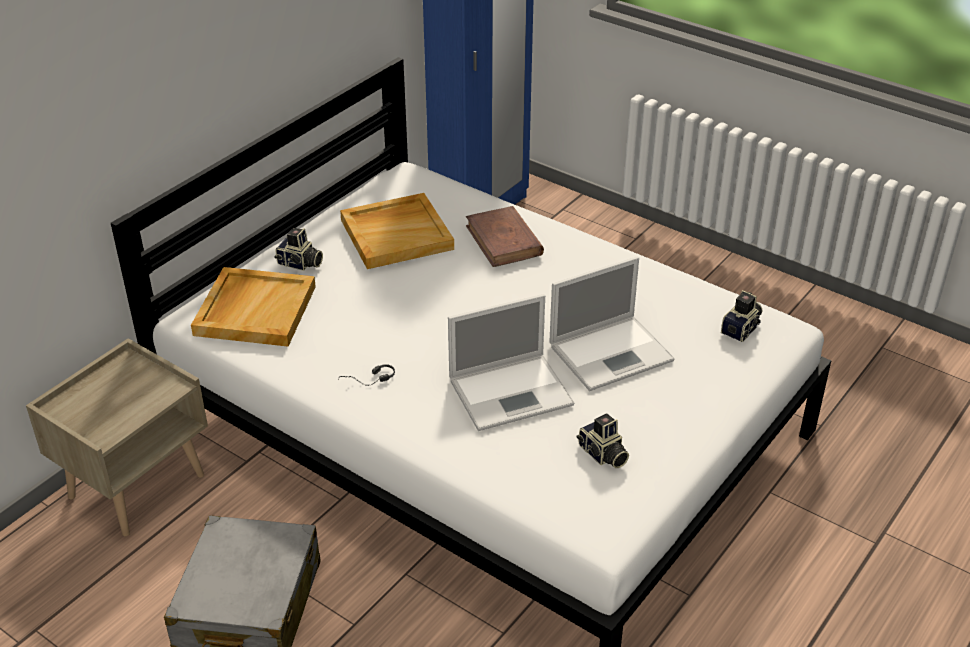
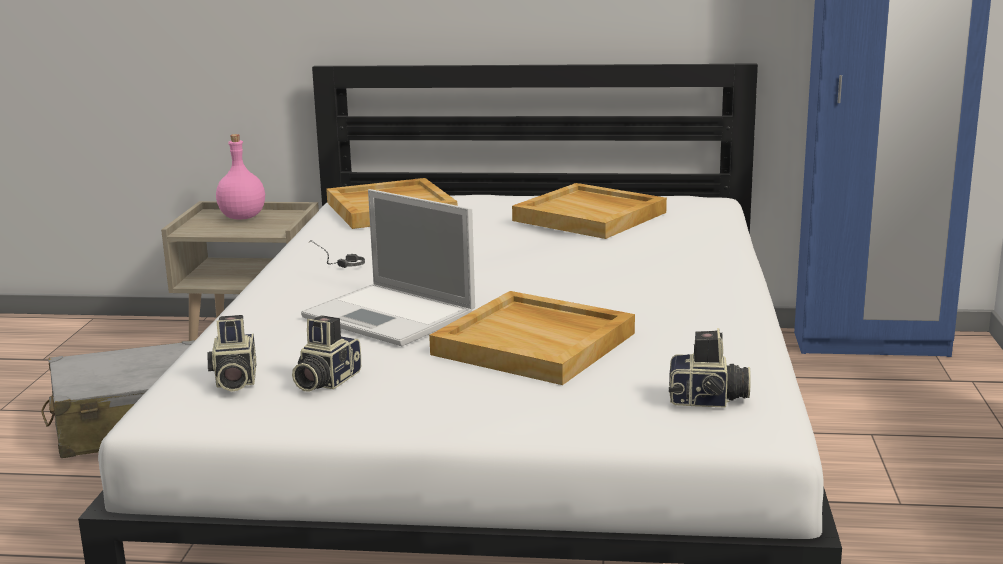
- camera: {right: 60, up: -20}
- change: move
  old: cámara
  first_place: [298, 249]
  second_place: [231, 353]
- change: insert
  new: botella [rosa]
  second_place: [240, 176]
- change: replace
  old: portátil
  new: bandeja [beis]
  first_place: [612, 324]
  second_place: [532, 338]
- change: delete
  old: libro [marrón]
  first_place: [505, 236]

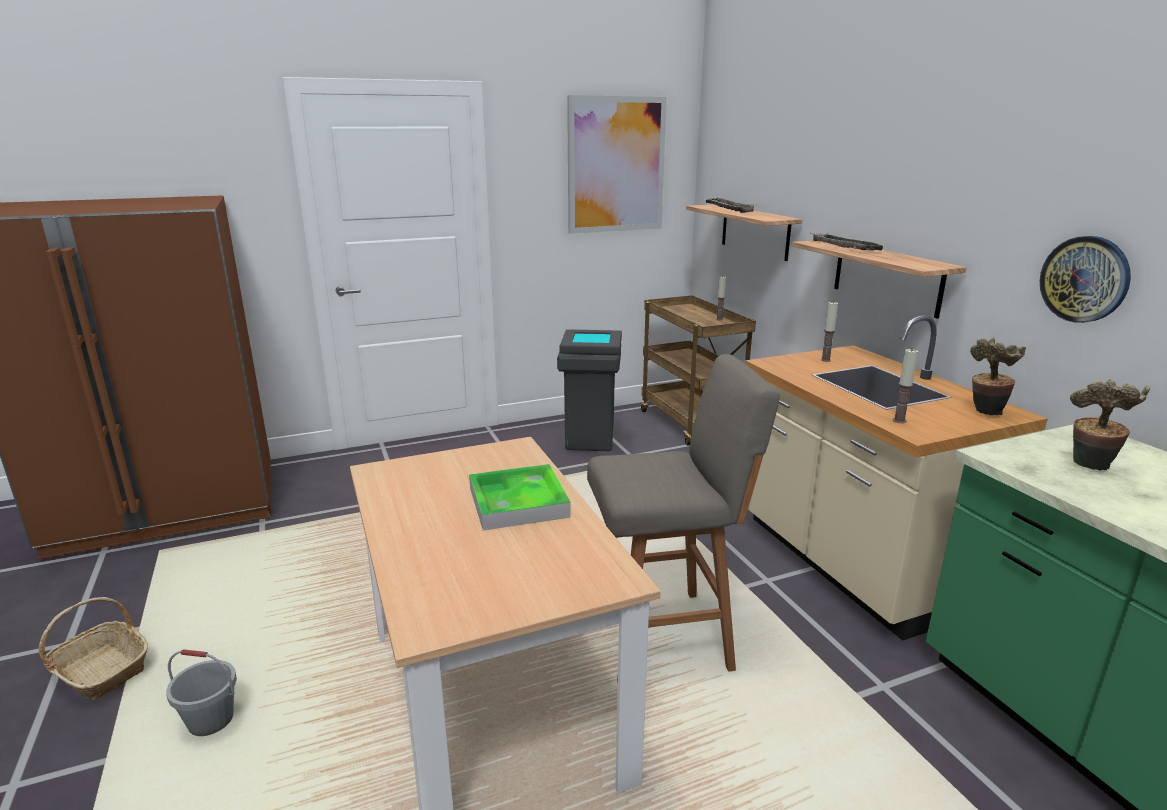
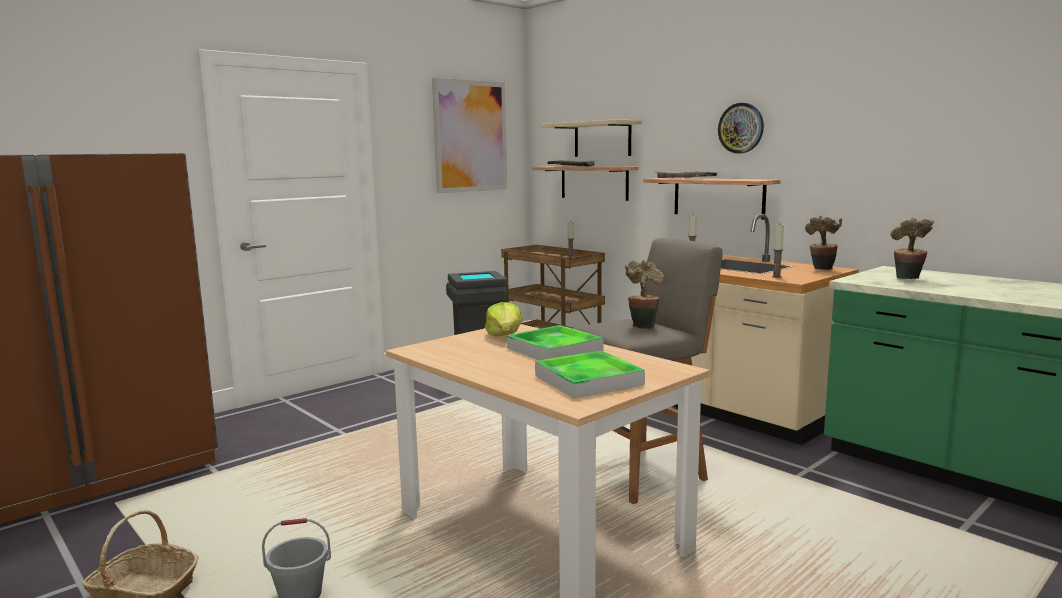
- camera: {right: -20, up: -10}
- change: insert
  new: lechuga
  second_place: [504, 319]
- change: insert
  new: bandeja
  second_place: [590, 375]
- change: insert
  new: estante [beis]
  second_place: [591, 138]
- change: insert
  new: planta en maceta
  second_place: [644, 294]
- change: move
  old: reloj de pared
  first_place: [1085, 279]
  second_place: [741, 128]

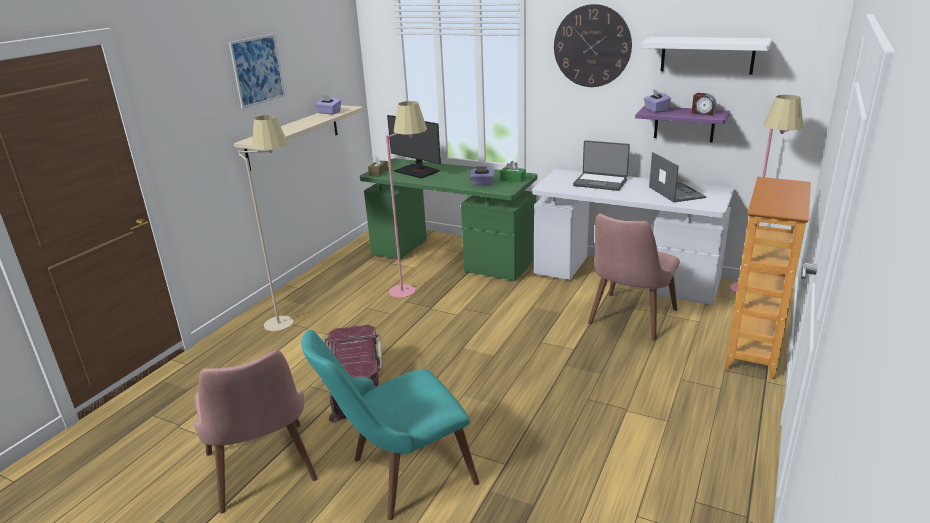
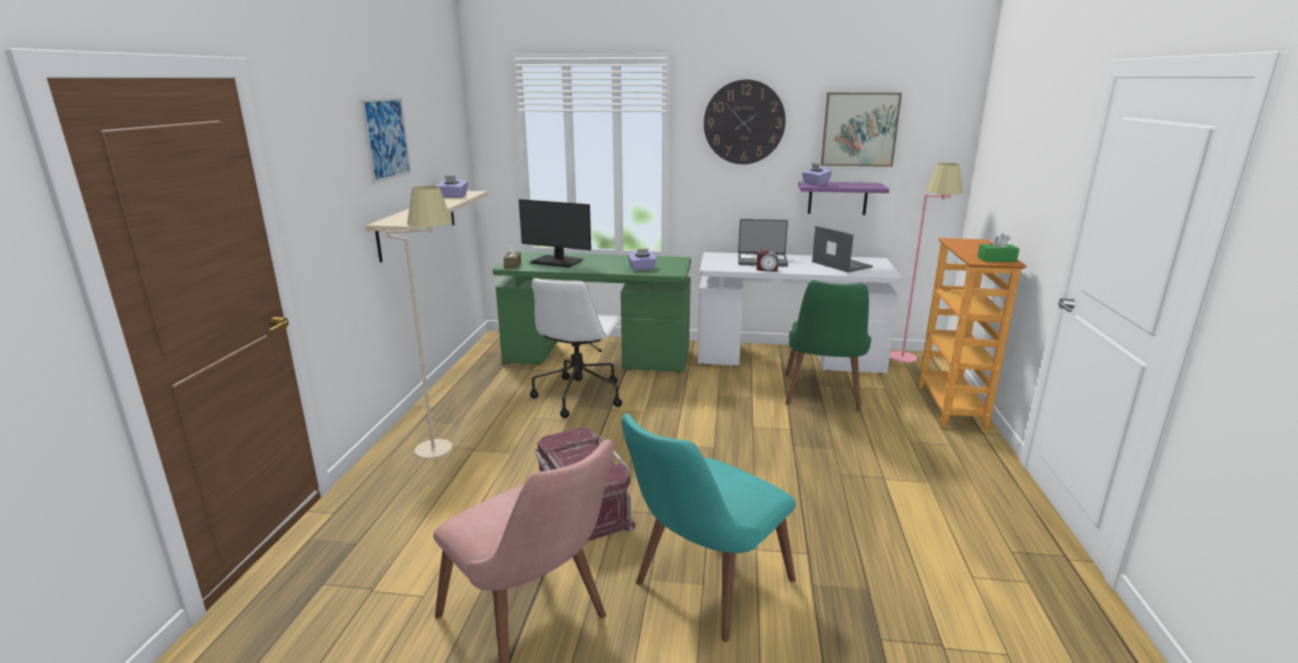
- camera: {right: -20, up: -5}
- change: replace
  old: lámpara de pie [rosa]
  new: silla de oficina [blanco]
  first_place: [406, 199]
  second_place: [576, 348]
- change: move
  old: despertador
  first_place: [704, 104]
  second_place: [767, 261]
- change: recolor
  old: silla [rosa]
  new: silla [verde]
  first_place: [634, 277]
  second_place: [828, 346]
- change: replace
  old: estante [blanco]
  new: cuadro
  first_place: [706, 56]
  second_place: [861, 129]
- change: move
  old: caja de pañuelos [verde]
  first_place: [513, 171]
  second_place: [998, 247]

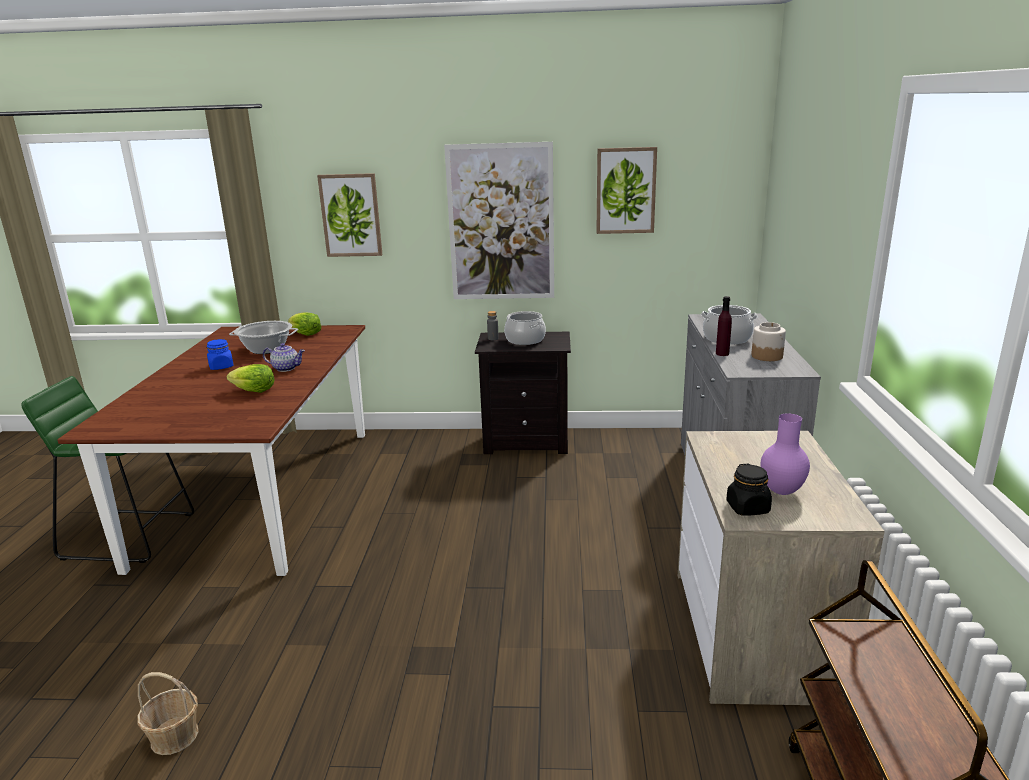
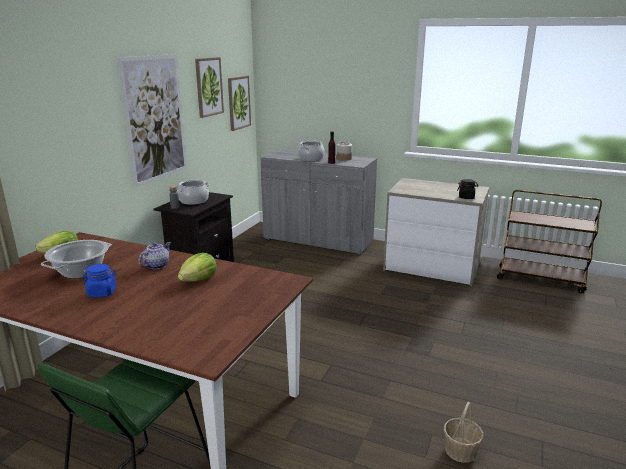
- camera: {right: -70, up: 0}
- change: move
  old: cuadro
  first_place: [349, 215]
  second_place: [239, 103]
- change: delete
  old: florero [morado]
  first_place: [785, 454]

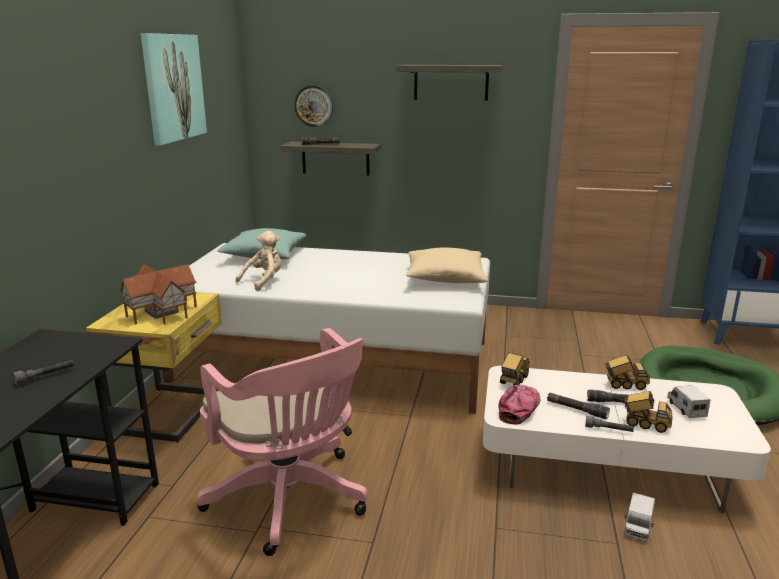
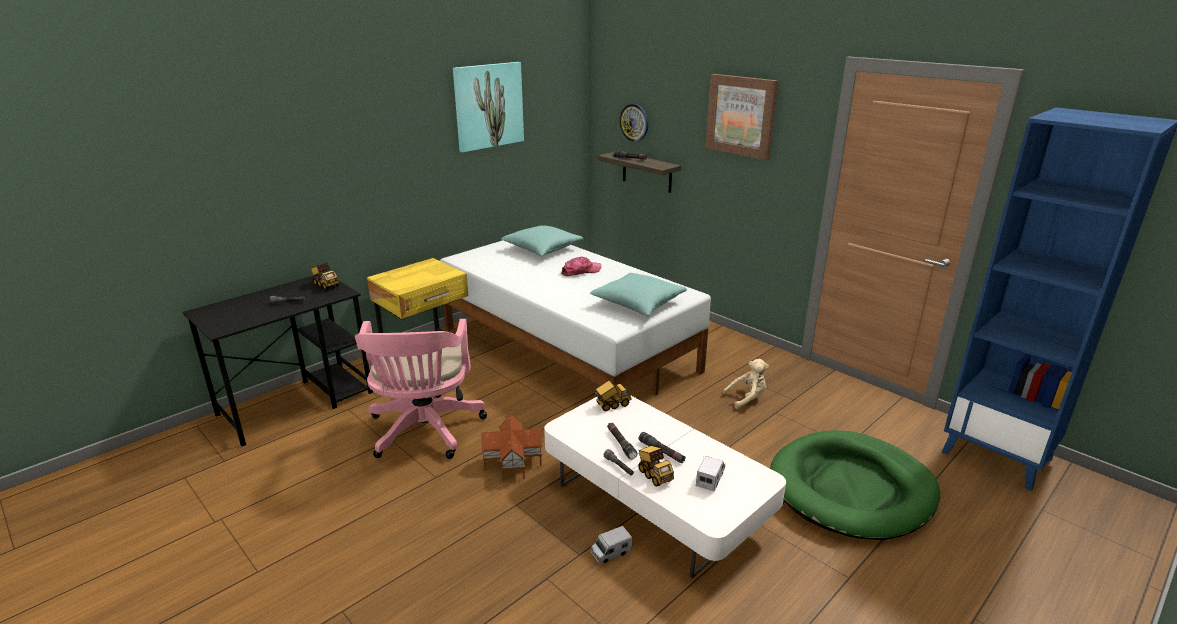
- camera: {right: 35, up: 5}
- change: move
  old: camión de juguete
  first_place: [627, 372]
  second_place: [325, 276]
- change: move
  old: casita
  first_place: [158, 294]
  second_place: [512, 447]
- change: move
  old: gorra
  first_place: [519, 404]
  second_place: [581, 266]
- change: recolor
  old: cojín [beis]
  new: cojín [turquesa]
  first_place: [447, 265]
  second_place: [638, 294]
- change: replace
  old: estante
  new: cuadro
  first_place: [450, 83]
  second_place: [741, 117]
- change: move
  old: peluche [beis]
  first_place: [258, 261]
  second_place: [746, 384]

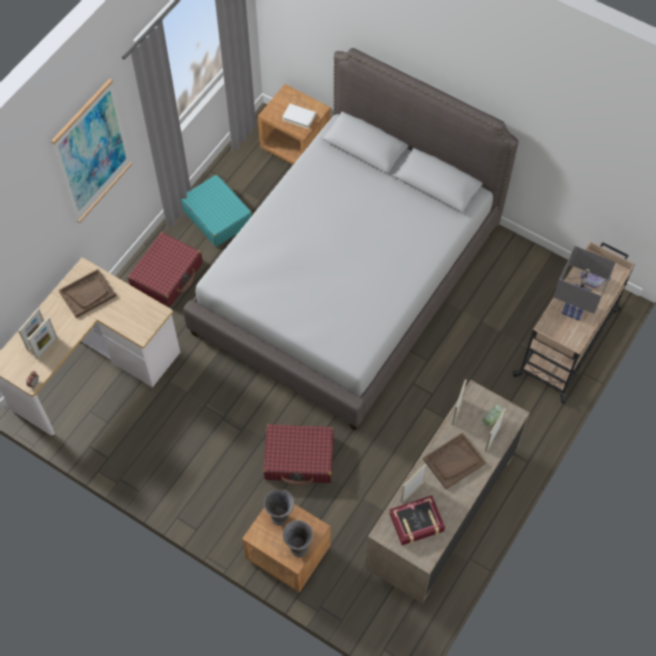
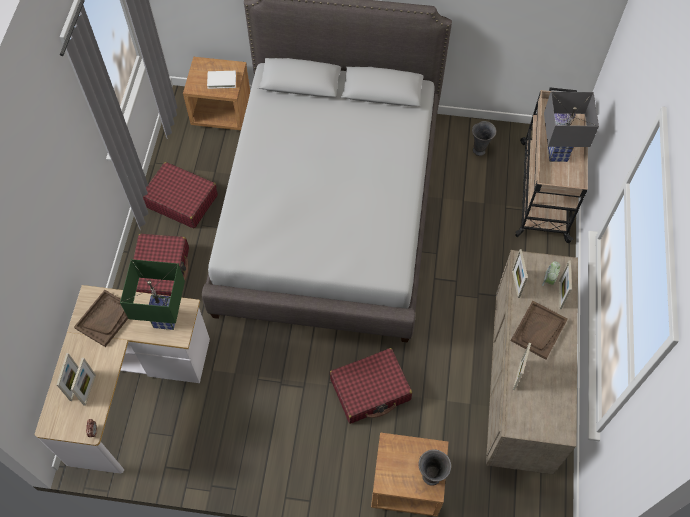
- camera: {right: -25, up: 0}
- change: insert
  new: lámpara de mesa [verde]
  second_place: [152, 294]
- change: recolor
  old: maleta [turquesa]
  new: maleta [rojo]
  first_place: [216, 211]
  second_place: [180, 195]
- change: move
  old: florero [gris]
  first_place: [279, 507]
  second_place: [484, 138]
- change: delete
  old: cuadro
  first_place: [91, 151]
- change: delete
  old: libro
  first_place: [417, 520]

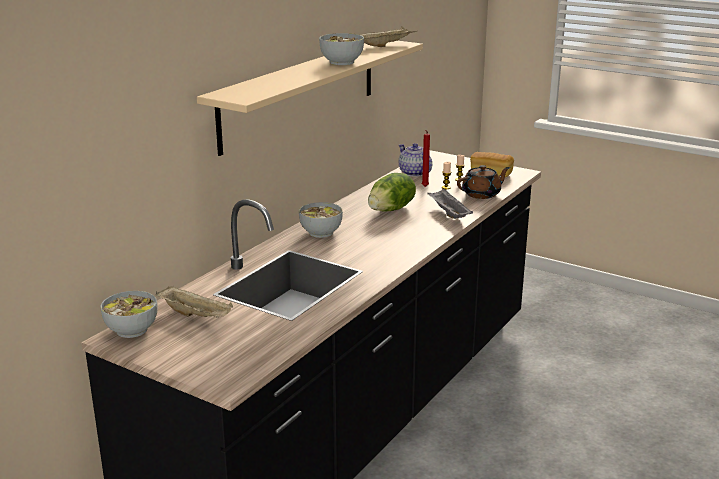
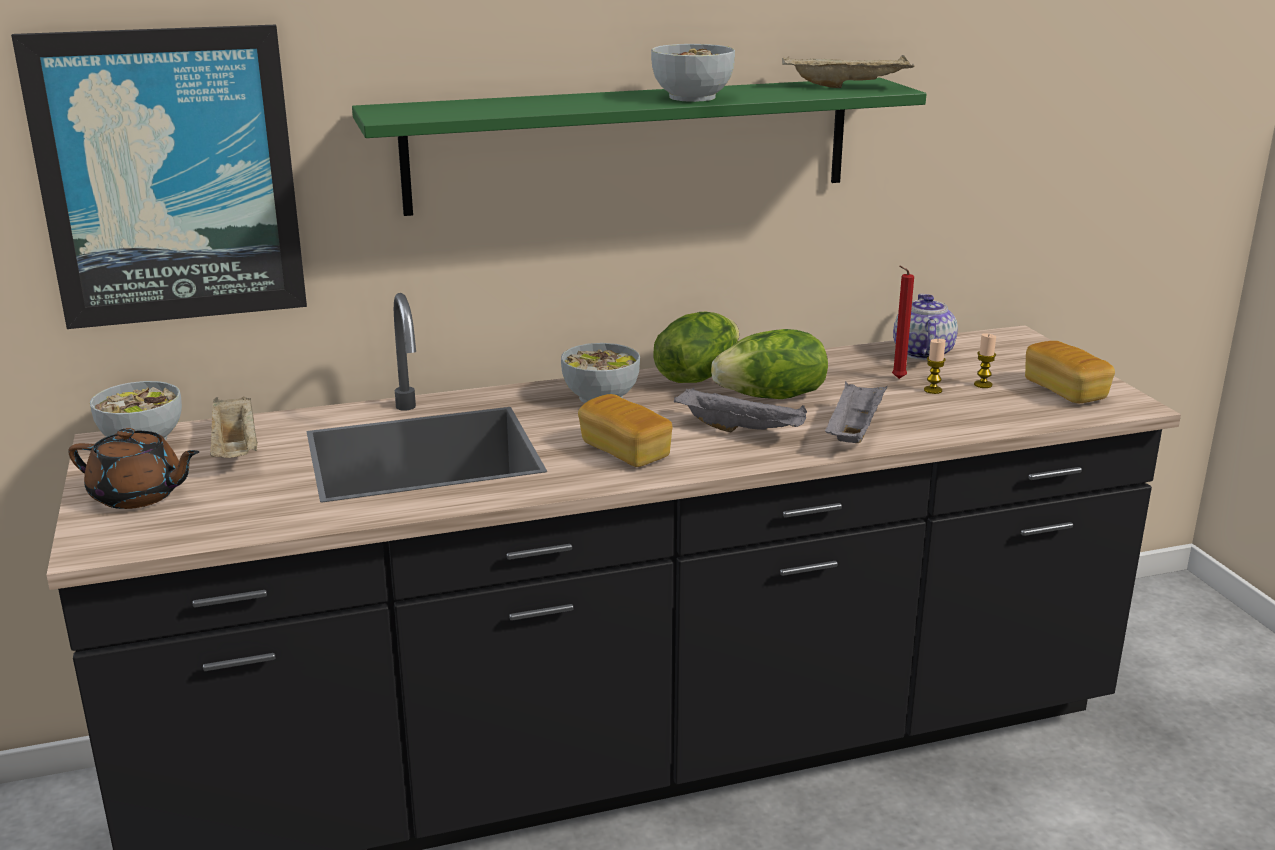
- camera: {right: 40, up: 0}
- change: insert
  new: cuadro
  second_place: [159, 177]
- change: move
  old: tetera [marrón]
  first_place: [483, 182]
  second_place: [133, 468]
- change: recolor
  old: estante [beis]
  new: estante [verde]
  first_place: [310, 98]
  second_place: [639, 147]
- change: insert
  new: pan
  second_place: [625, 430]
- change: insert
  new: lechuga
  second_place: [696, 347]
- change: insert
  new: bandeja [gris]
  second_place: [740, 410]

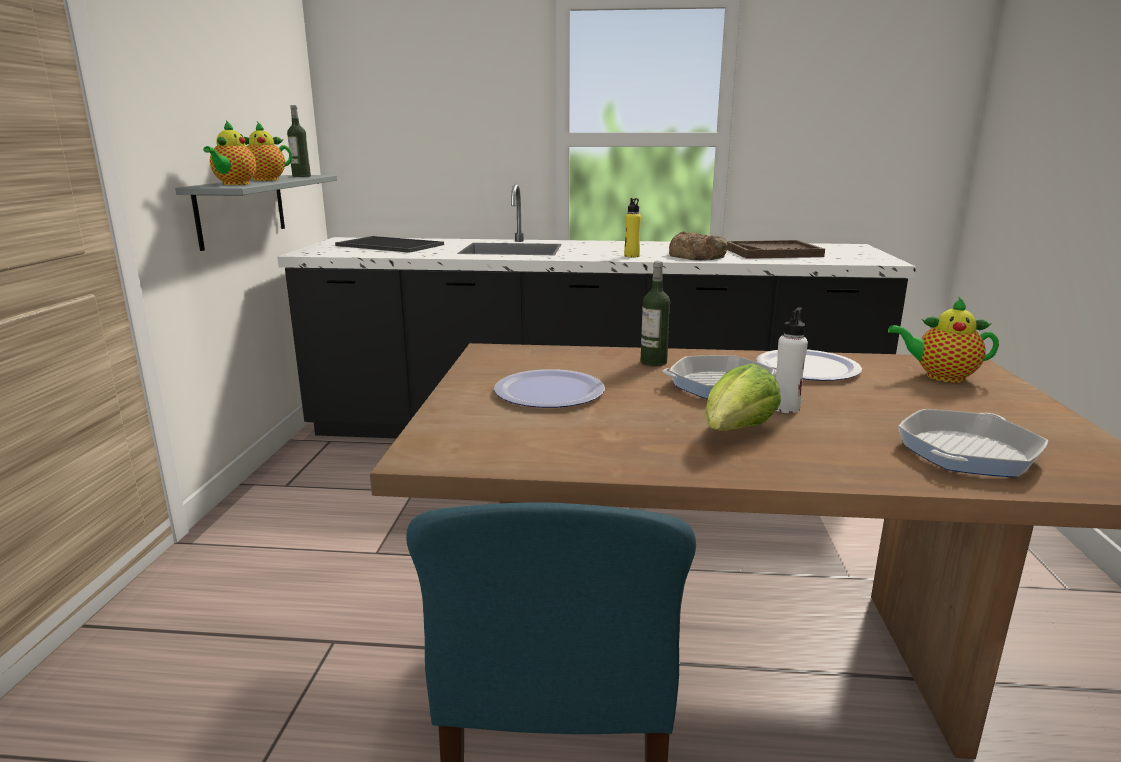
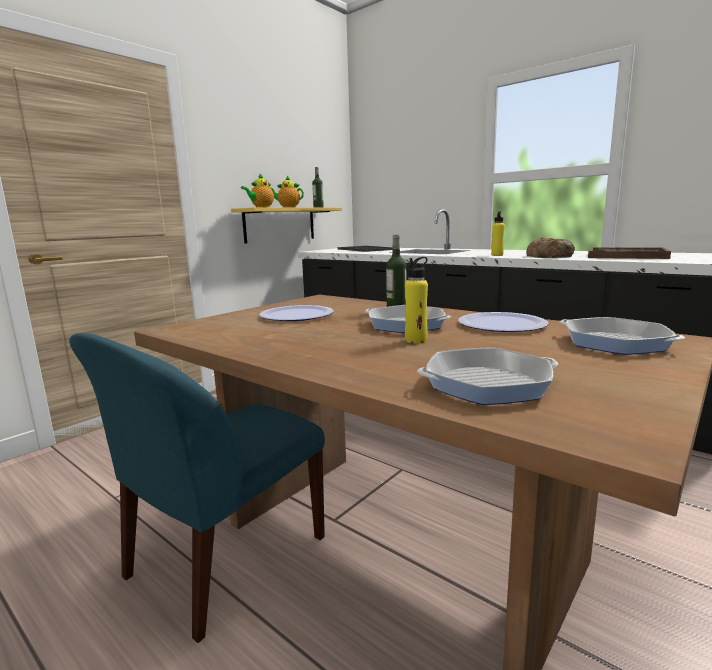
- camera: {right: 35, up: -5}
- change: recolor
  old: estante [gris]
  new: estante [amarillo]
  first_place: [256, 213]
  second_place: [286, 225]
- change: recolor
  old: botella [blanco]
  new: botella [amarillo]
  first_place: [792, 360]
  second_place: [416, 300]
- change: replace
  old: tetera
  new: sartén
  first_place: [943, 339]
  second_place: [622, 336]
- change: delete
  old: lechuga
  first_place: [743, 397]

